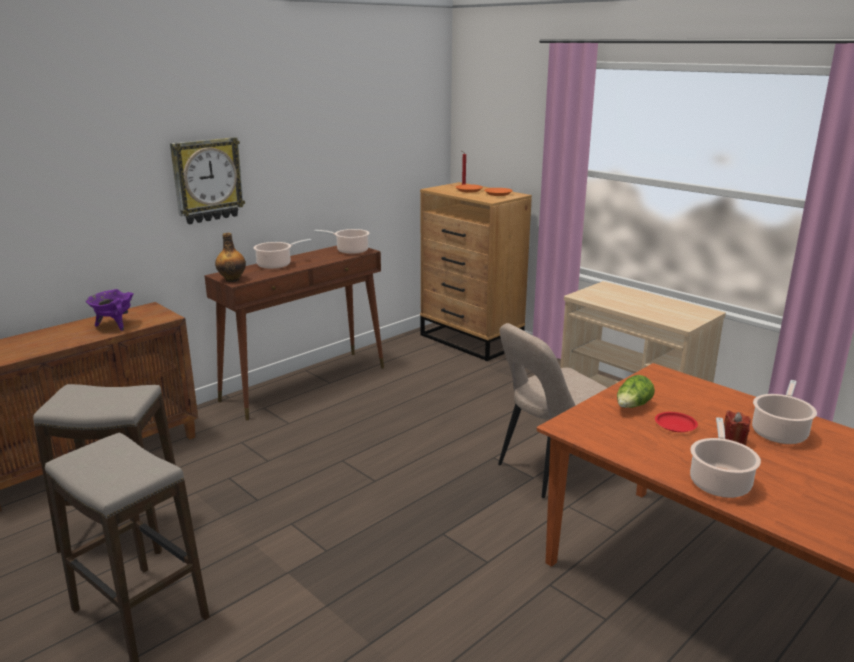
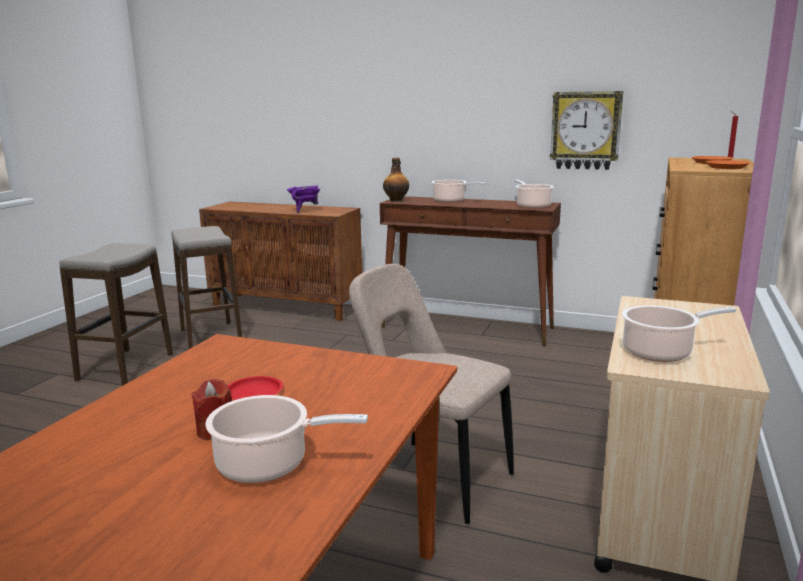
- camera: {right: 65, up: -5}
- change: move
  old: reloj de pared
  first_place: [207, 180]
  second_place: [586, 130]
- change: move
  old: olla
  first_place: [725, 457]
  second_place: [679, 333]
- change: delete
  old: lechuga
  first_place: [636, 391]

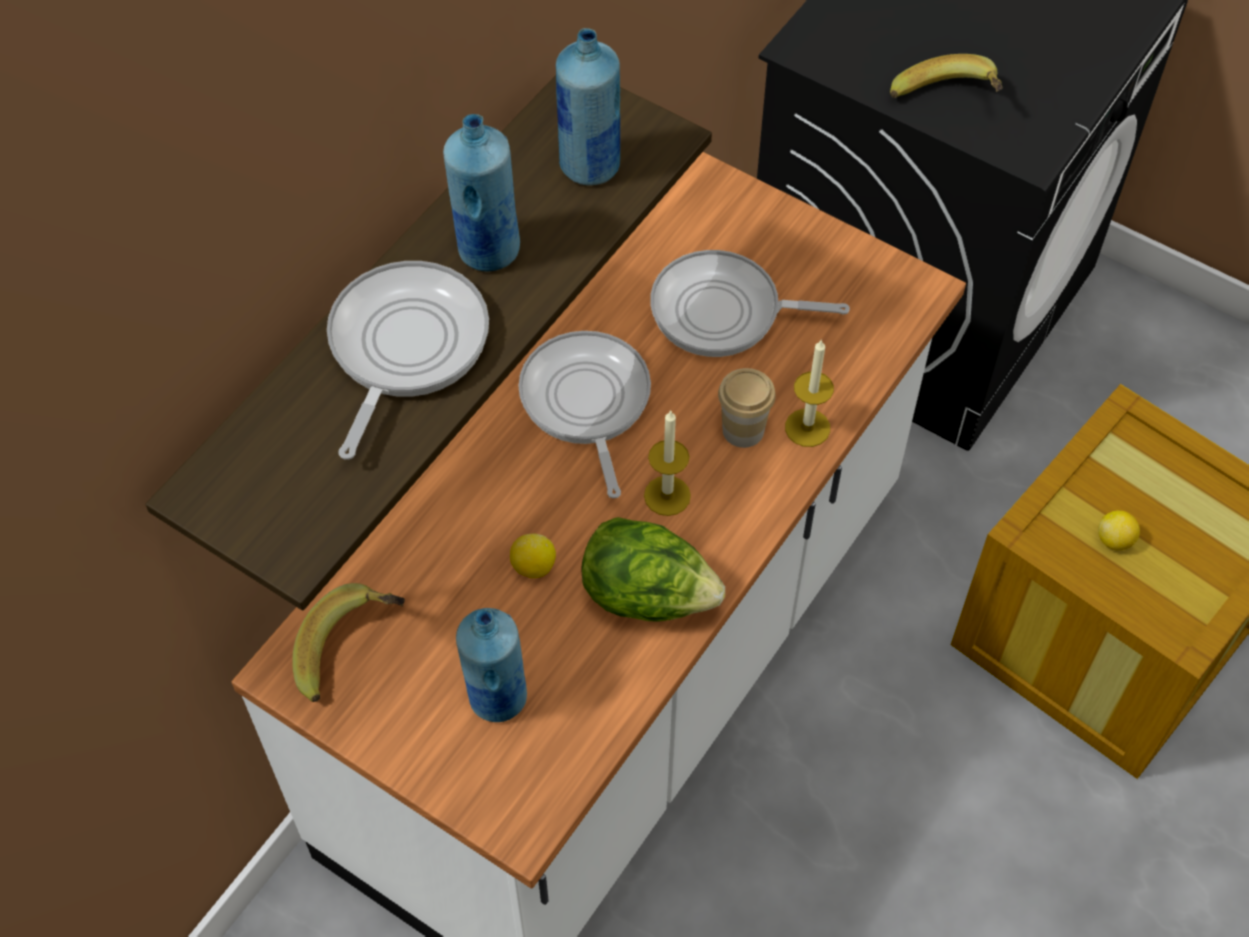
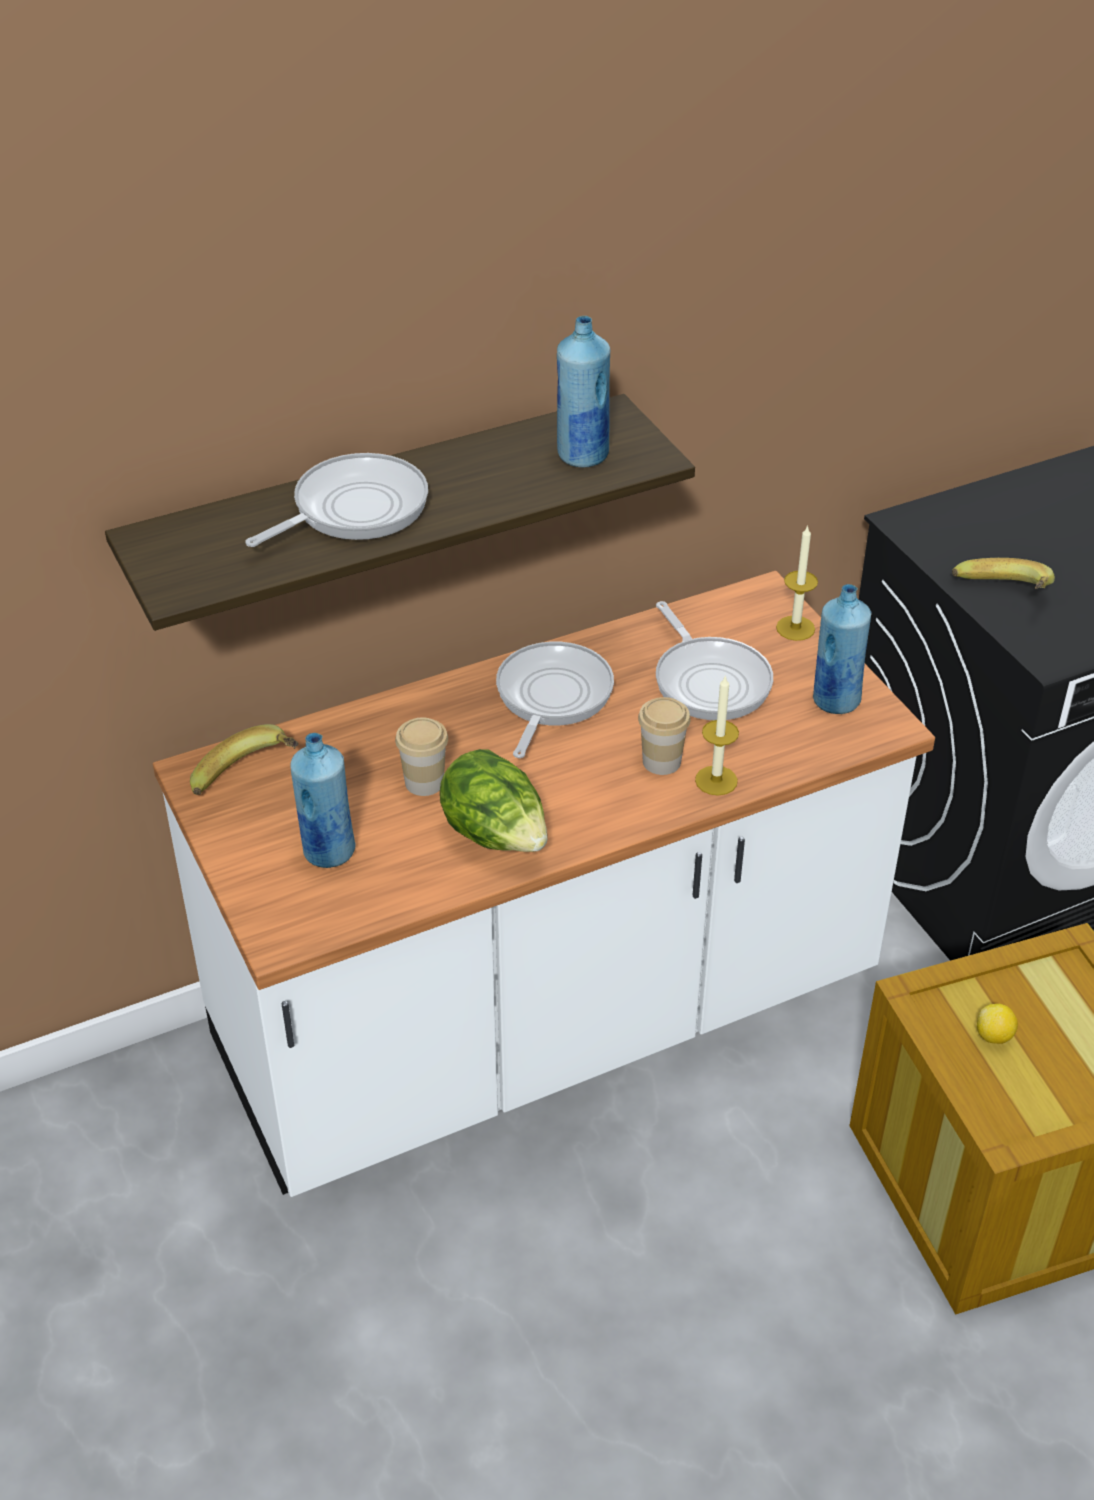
- camera: {right: 30, up: -15}
- change: replace
  old: limón
  new: taza
  first_place: [533, 556]
  second_place: [421, 756]
- change: rotate
  old: sartén
  first_place: [750, 303]
  second_place: [714, 660]
  degrees: -150
- change: move
  old: vela
  first_place: [667, 463]
  second_place: [797, 583]
- change: move
  old: botella [azul]
  first_place: [481, 192]
  second_place: [842, 649]

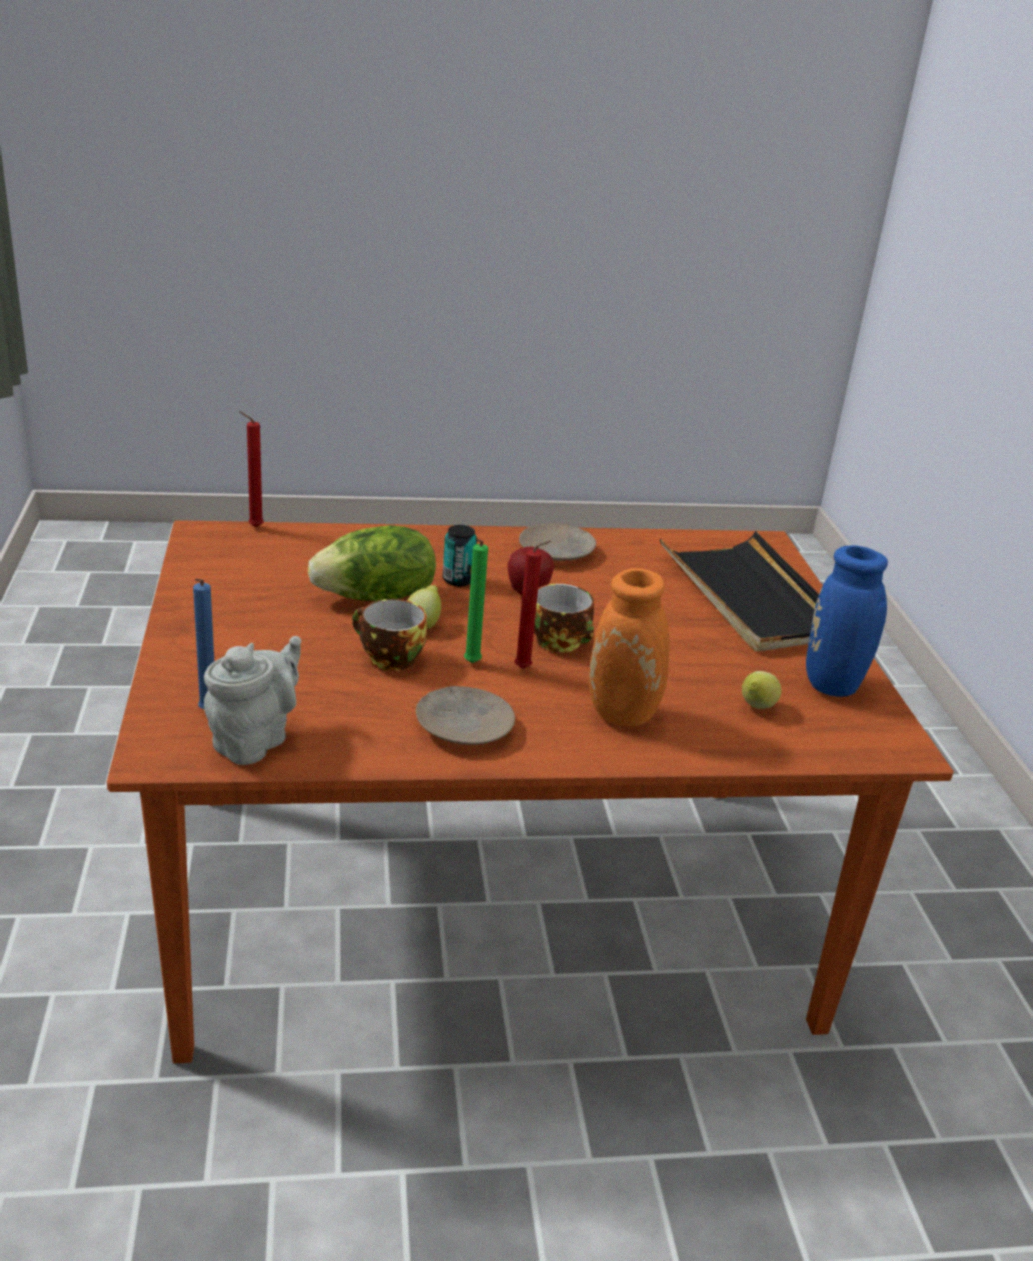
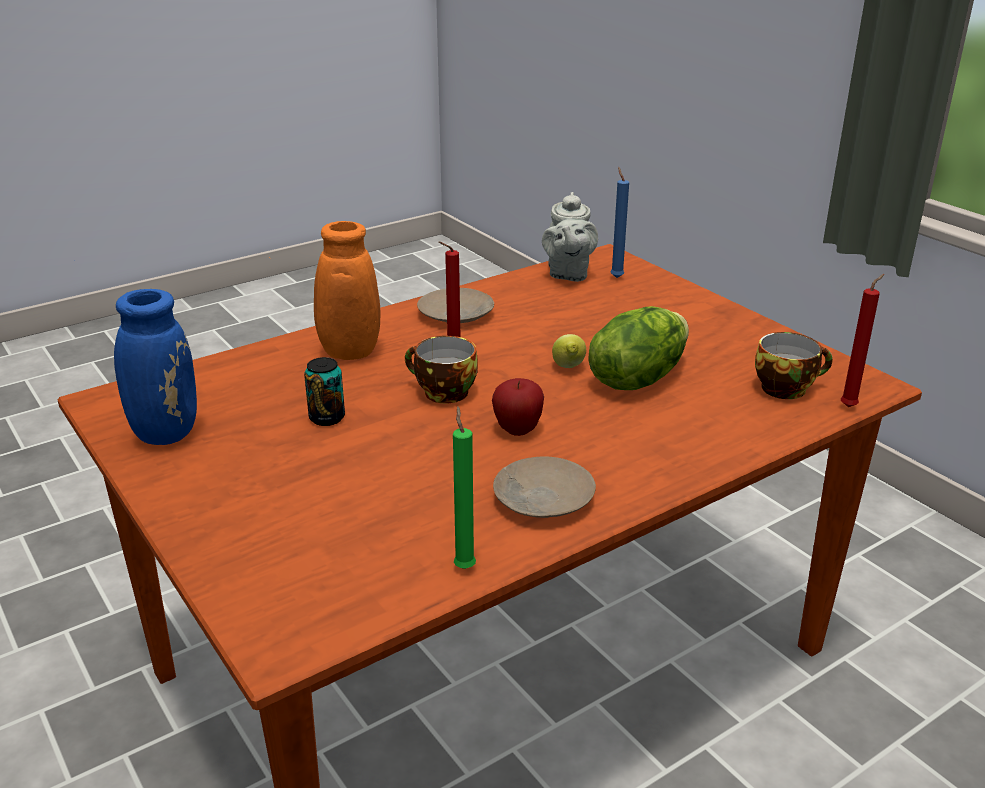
- camera: {right: 155, up: 0}
- change: move
  old: lata
  first_place: [460, 555]
  second_place: [324, 391]
- change: move
  old: vela [verde]
  first_place: [476, 601]
  second_place: [464, 488]
- change: move
  old: taza
  first_place: [389, 635]
  second_place: [794, 365]
- change: delete
  old: bandeja [negro]
  first_place: [739, 591]
- change: delete
  old: limón
  first_place: [762, 690]

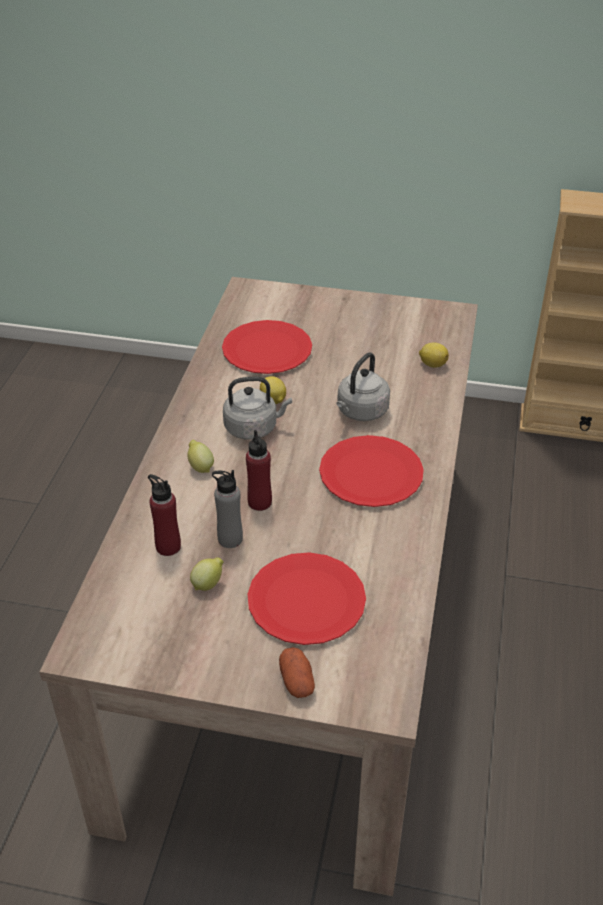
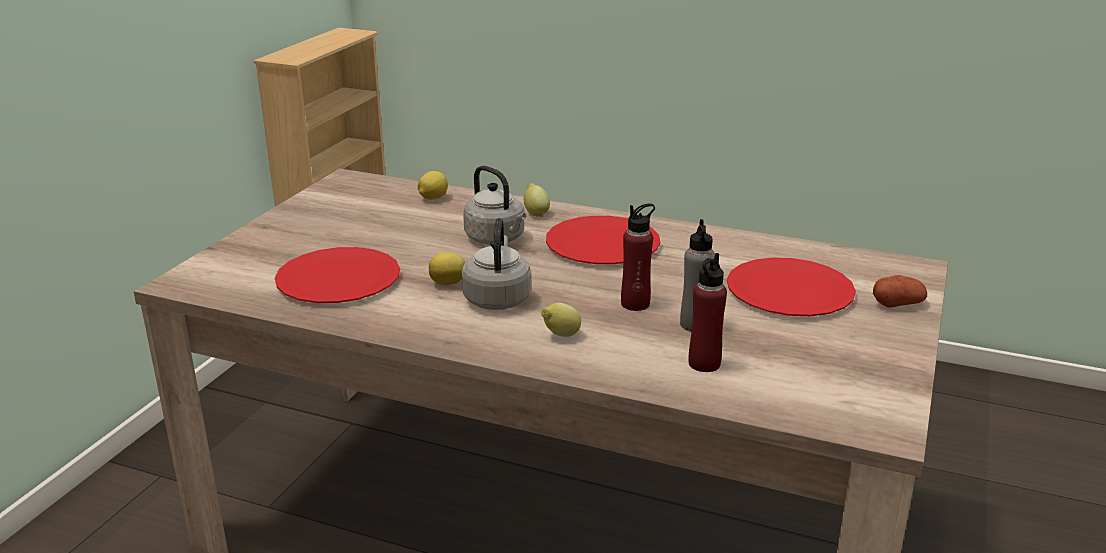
- camera: {right: -80, up: -15}
- change: move
  old: limón
  first_place: [207, 574]
  second_place: [536, 200]

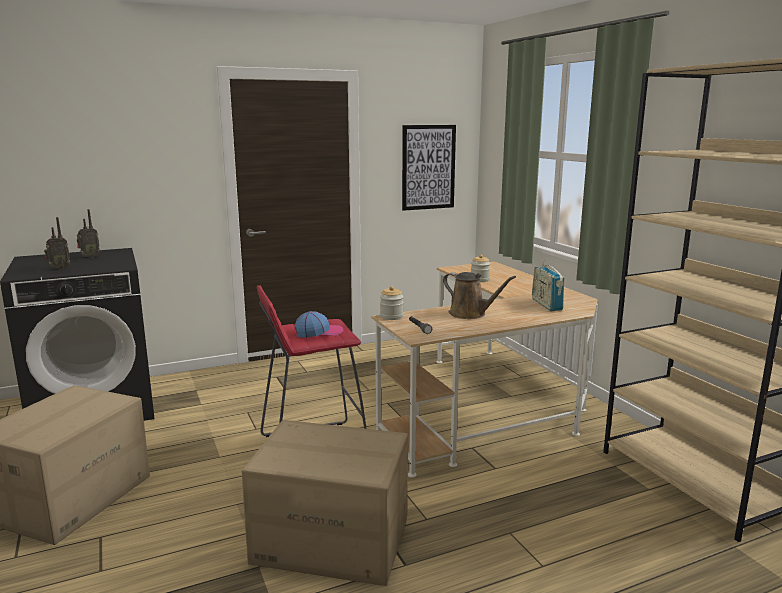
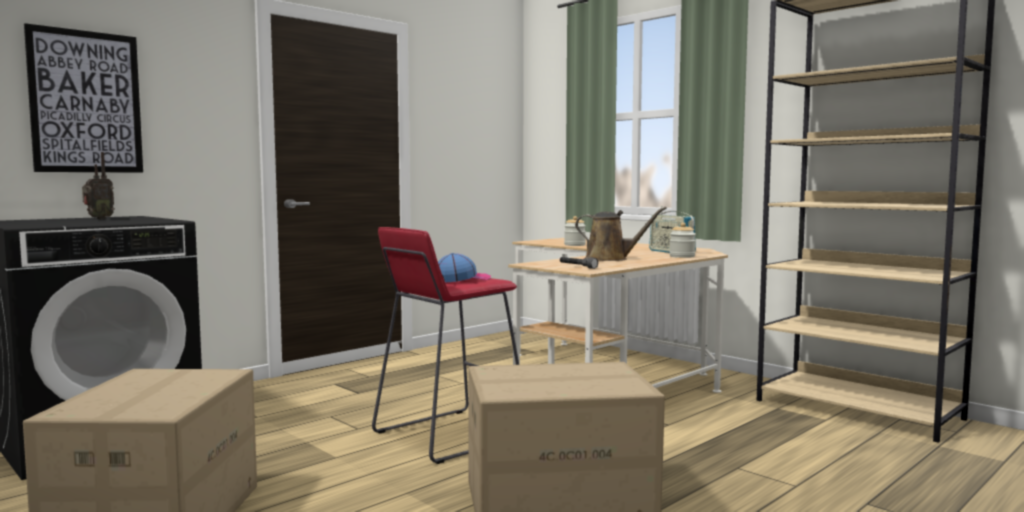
- camera: {right: -20, up: -10}
- change: move
  old: cuadro
  first_place: [429, 168]
  second_place: [83, 98]
- change: move
  old: tarro
  first_place: [391, 303]
  second_place: [682, 240]
- change: delete
  old: radio
  first_place: [57, 243]

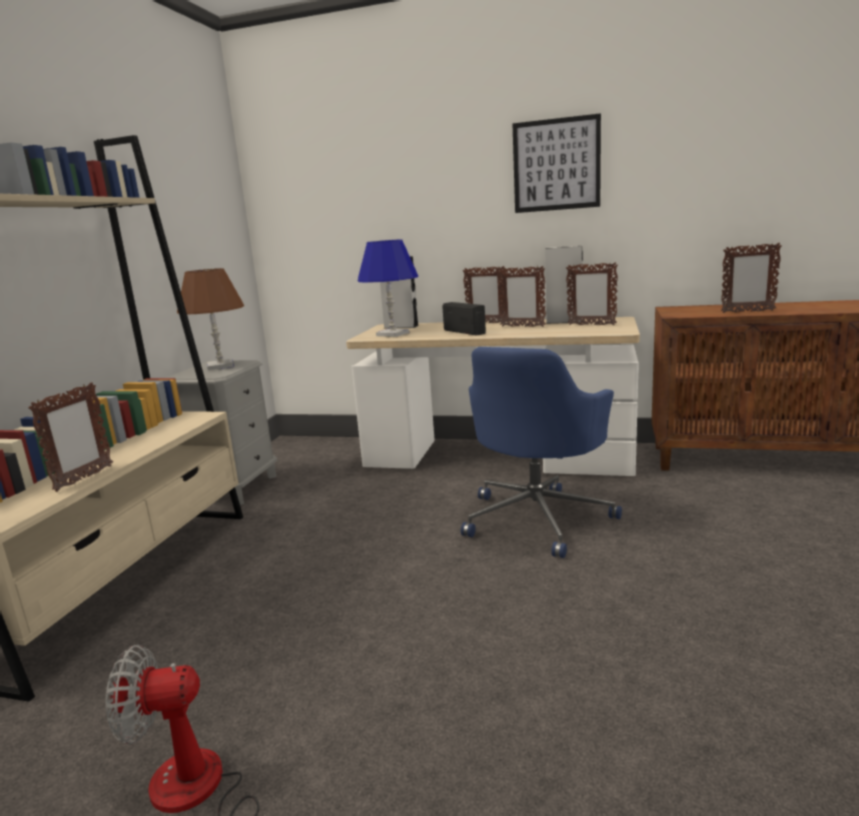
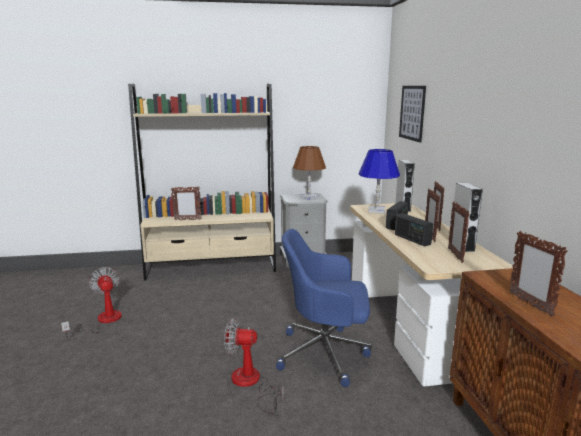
- camera: {right: 65, up: 0}
- change: insert
  new: ventilador
  second_place: [253, 366]
- change: insert
  new: radio
  second_place: [414, 229]
- change: move
  old: cuadro
  first_place: [557, 163]
  second_place: [412, 114]

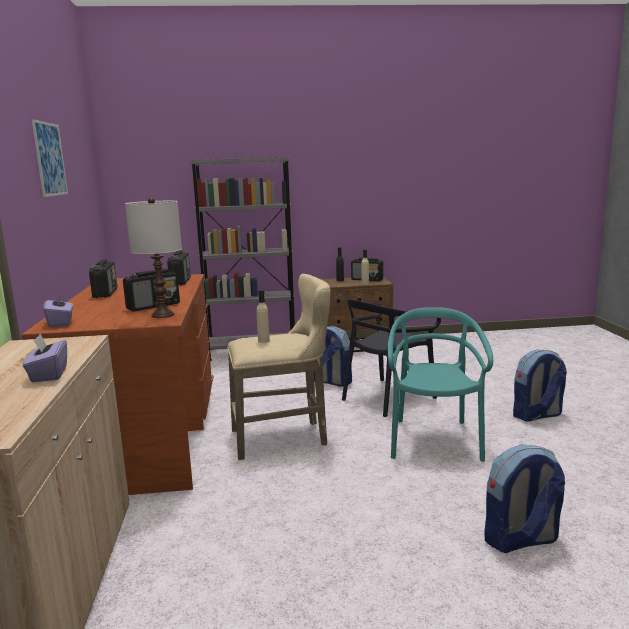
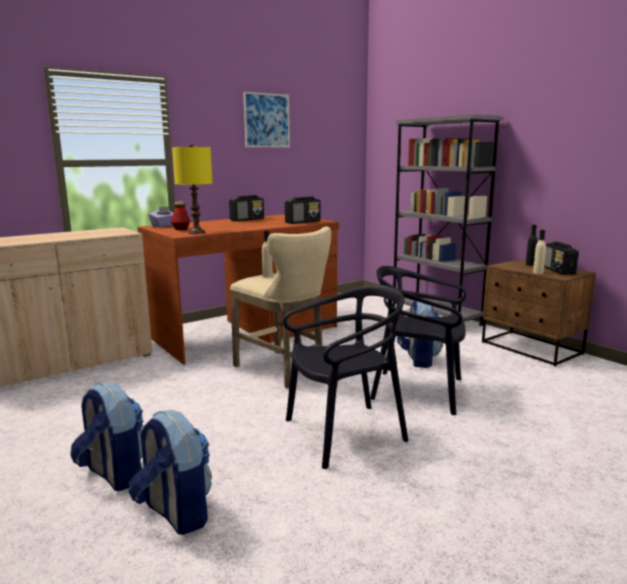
- camera: {right: 60, up: 0}
- change: move
  old: mochila
  first_place: [540, 386]
  second_place: [106, 436]
- change: insert
  new: botella
  second_place: [180, 215]
- change: recolor
  old: lámpara de mesa [blanco]
  new: lámpara de mesa [amarillo]
  first_place: [153, 257]
  second_place: [192, 189]
- change: recolor
  old: silla [turquesa]
  new: silla [negro]
  first_place: [440, 384]
  second_place: [345, 377]
- change: delete
  old: caja de pañuelos [morado]
  first_place: [45, 358]
- change: delete
  old: radio
  first_place: [151, 290]

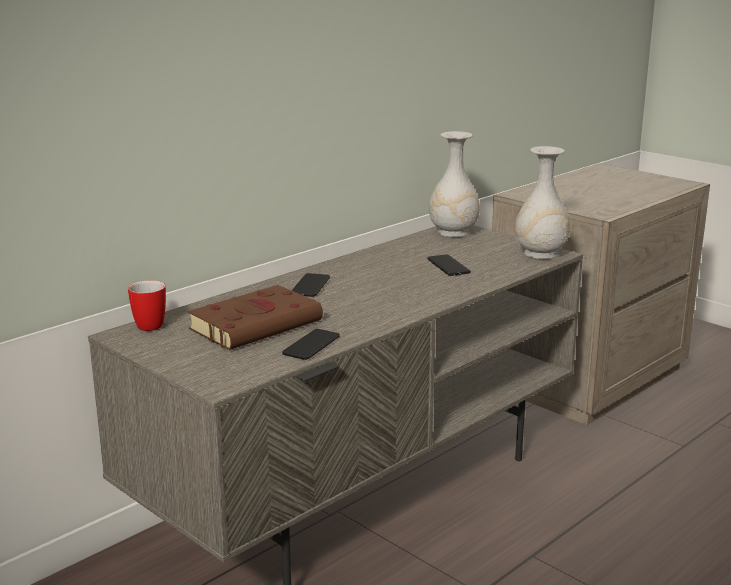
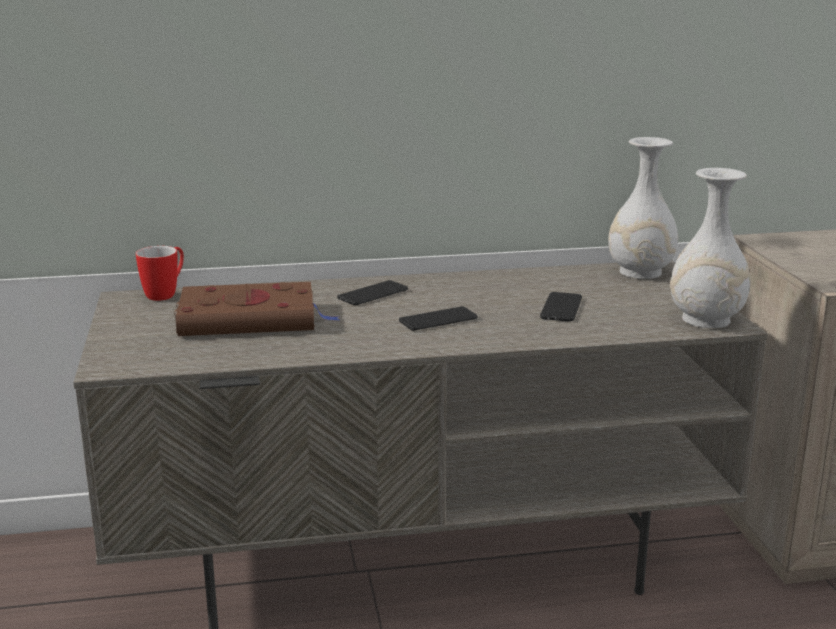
- camera: {right: 35, up: 0}
- change: move
  old: móvil
  first_place: [311, 344]
  second_place: [438, 318]

